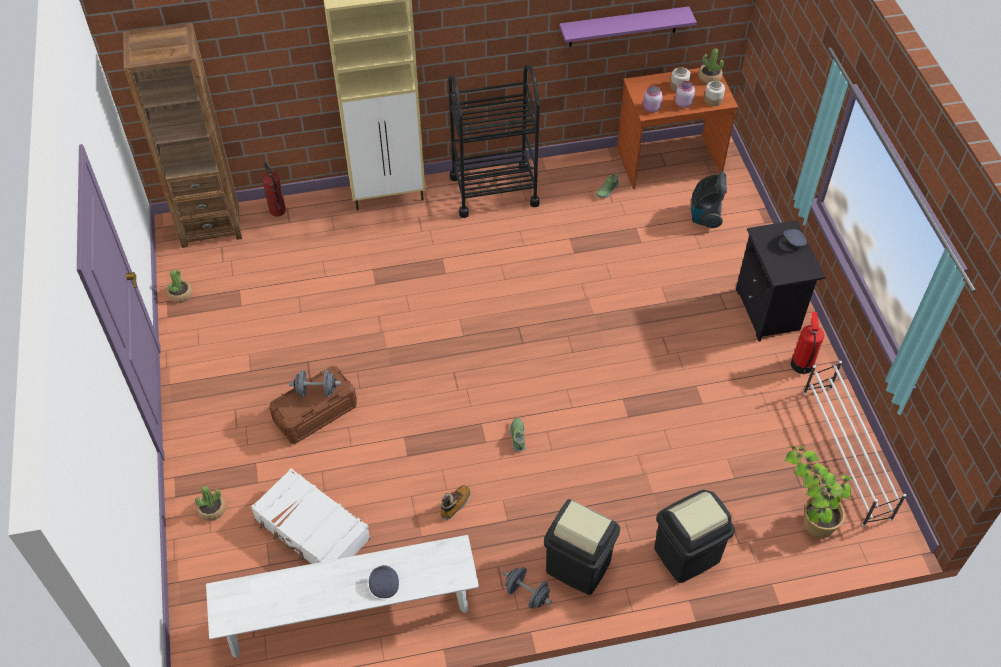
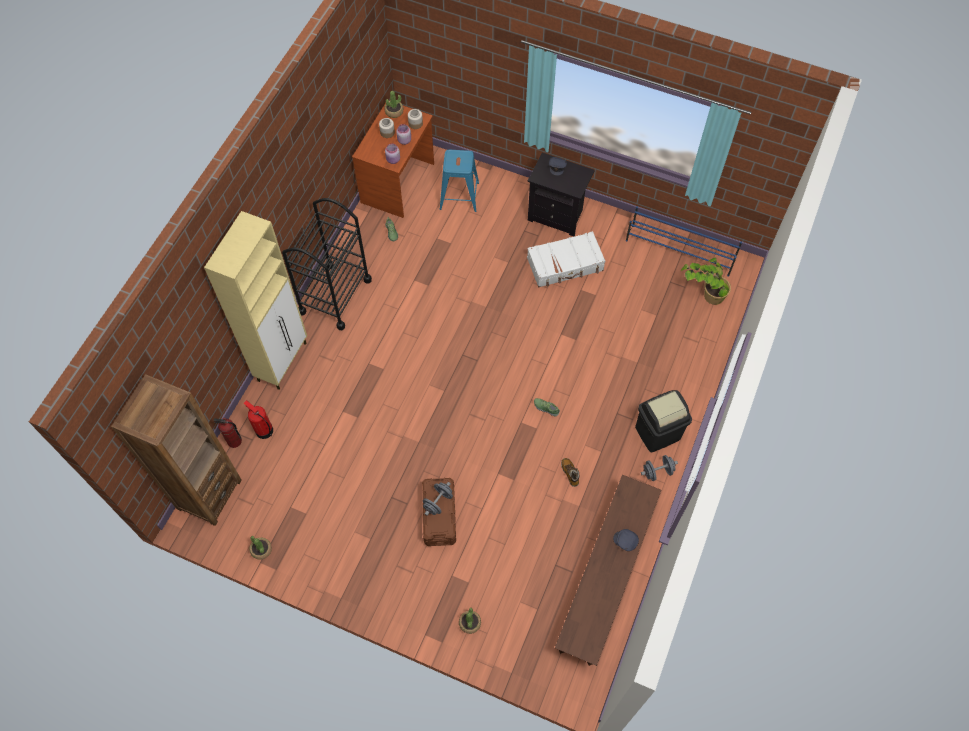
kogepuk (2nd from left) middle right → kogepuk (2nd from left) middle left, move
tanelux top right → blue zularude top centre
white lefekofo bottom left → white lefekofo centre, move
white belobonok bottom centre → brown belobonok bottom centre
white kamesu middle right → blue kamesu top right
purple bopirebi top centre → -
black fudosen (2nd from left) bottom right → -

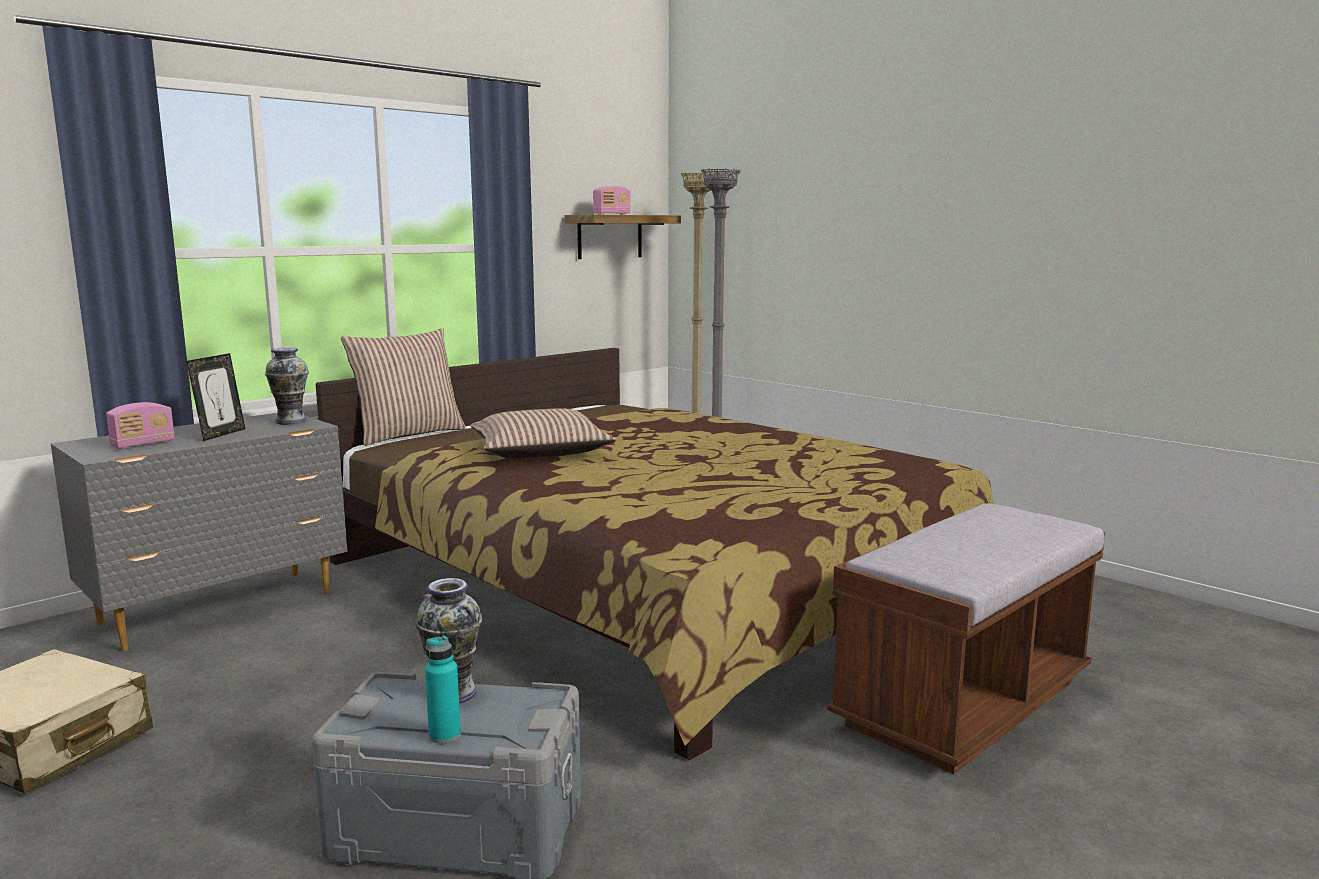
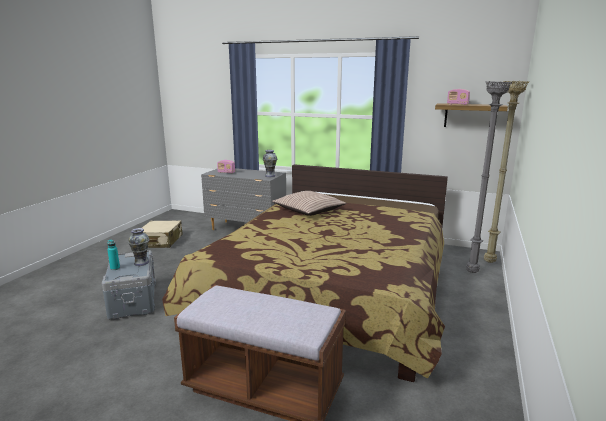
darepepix middle left → -
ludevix (1st from left) middle left → -

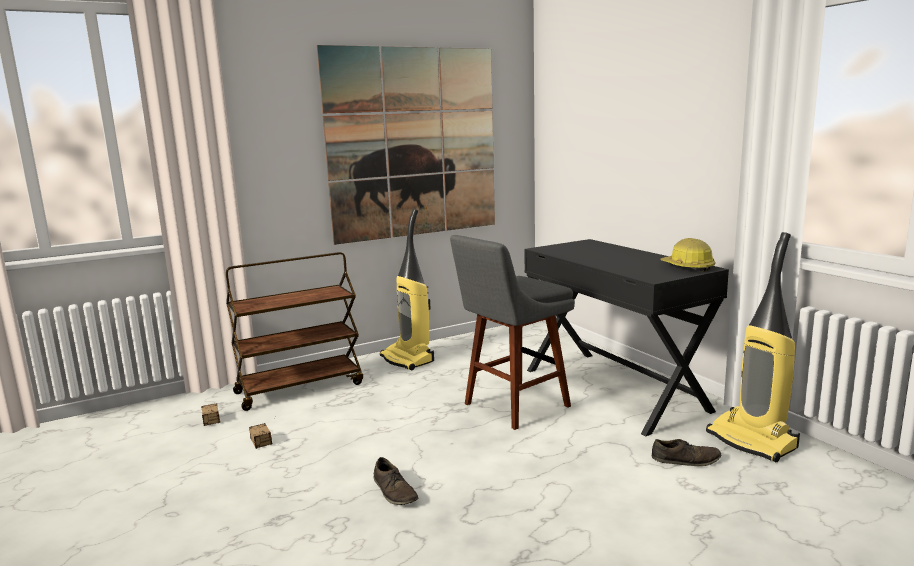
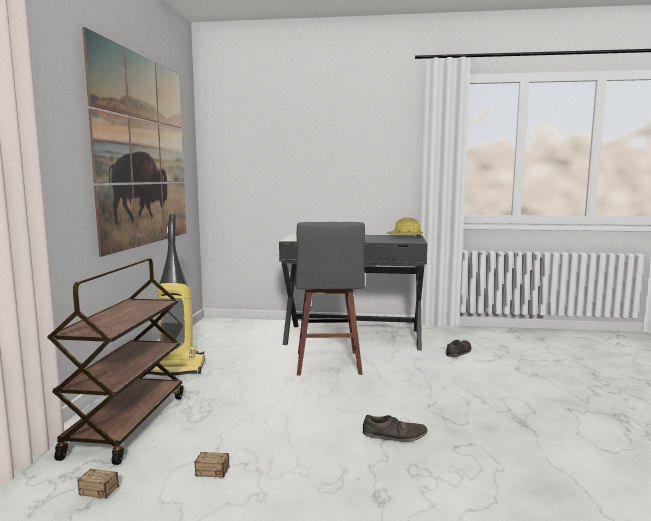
tanelux (2nd from left) middle right → -

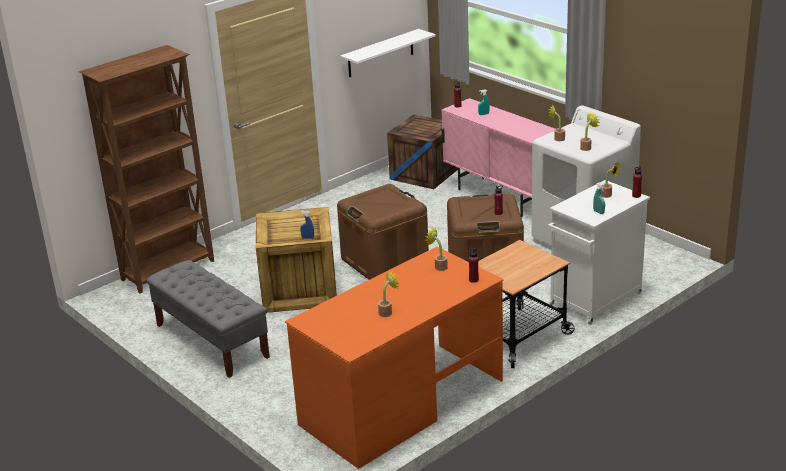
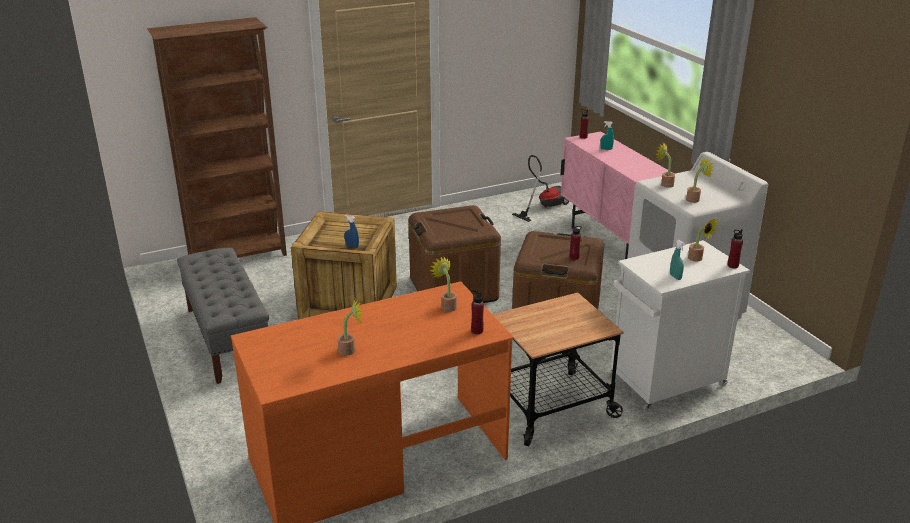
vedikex (2nd from left) top centre → tanelux centre
white bopirebi top centre → -

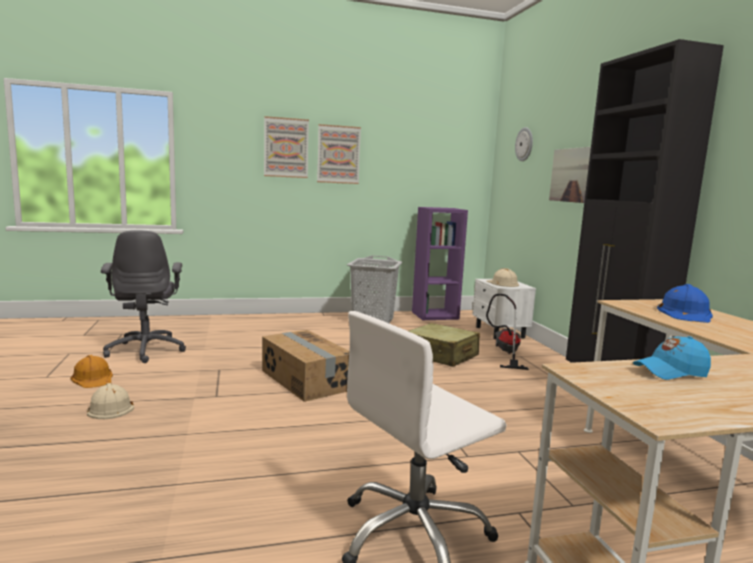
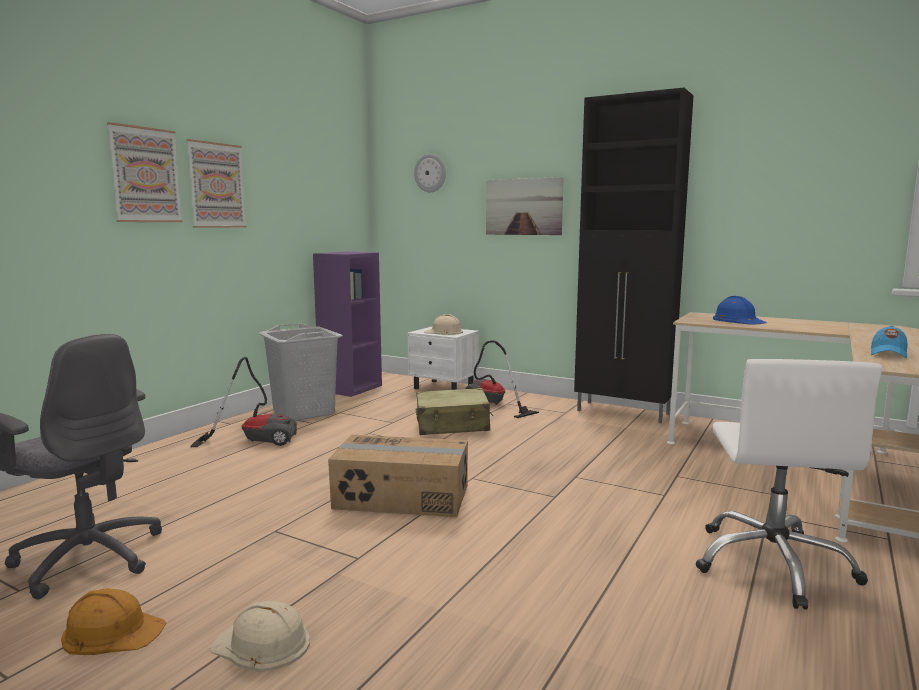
- → tanelux (1st from left) middle left

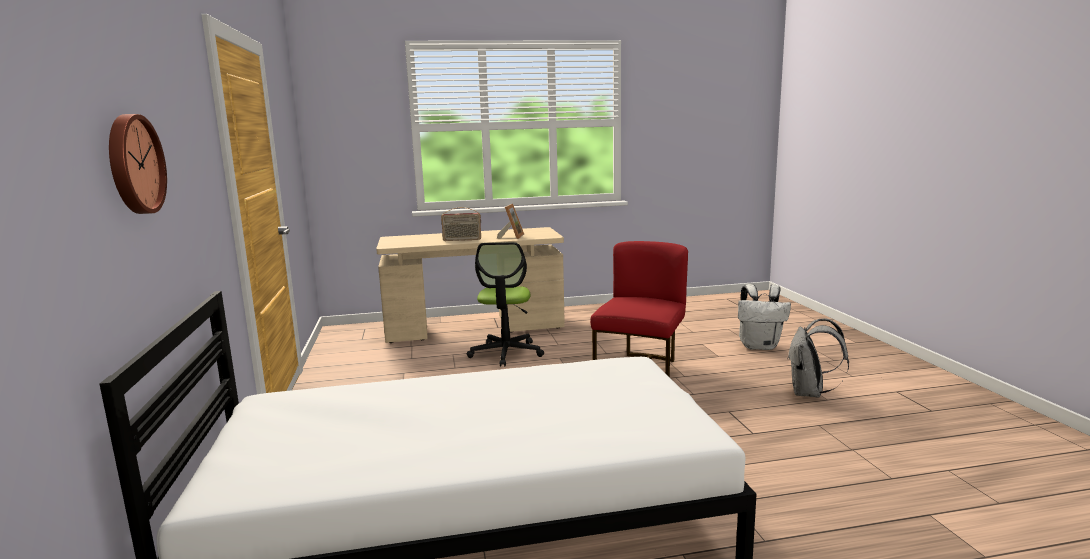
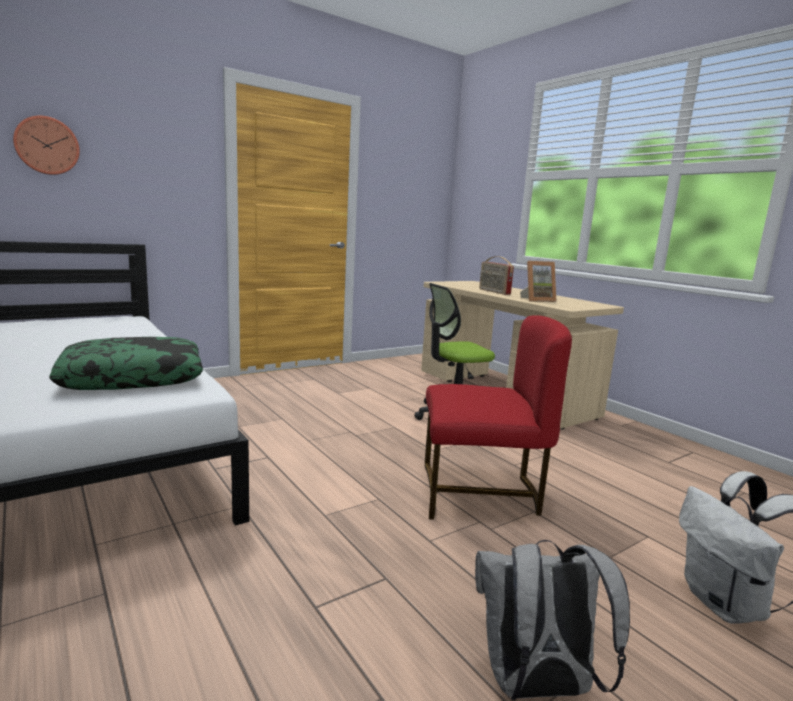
- → ludevix middle left

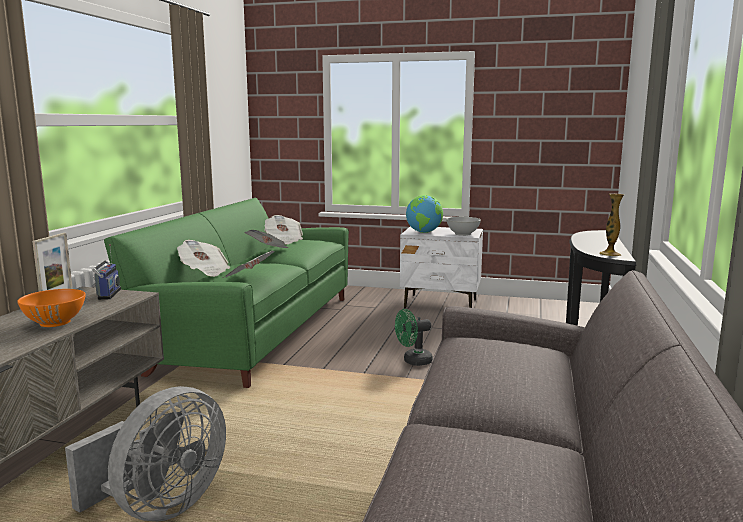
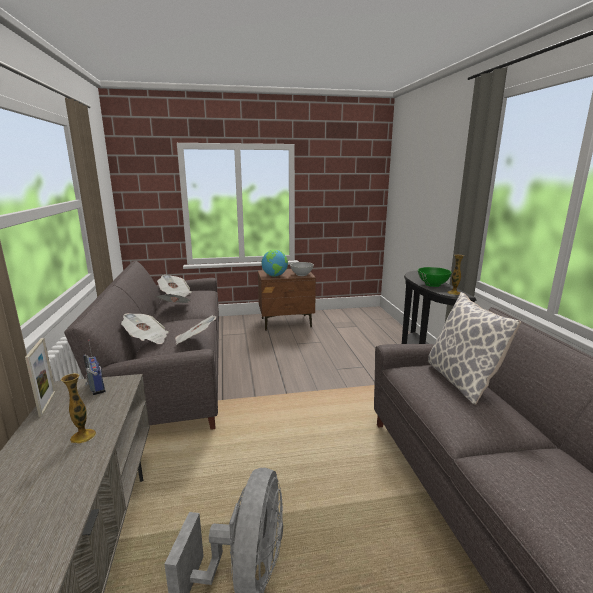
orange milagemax middle left → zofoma (1st from left) bottom left
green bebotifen middle left → grey bebotifen (1st from left) middle left
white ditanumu centre → brown ditanumu centre
- → green milagemax middle right
- → ludevix middle right
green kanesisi centre → -

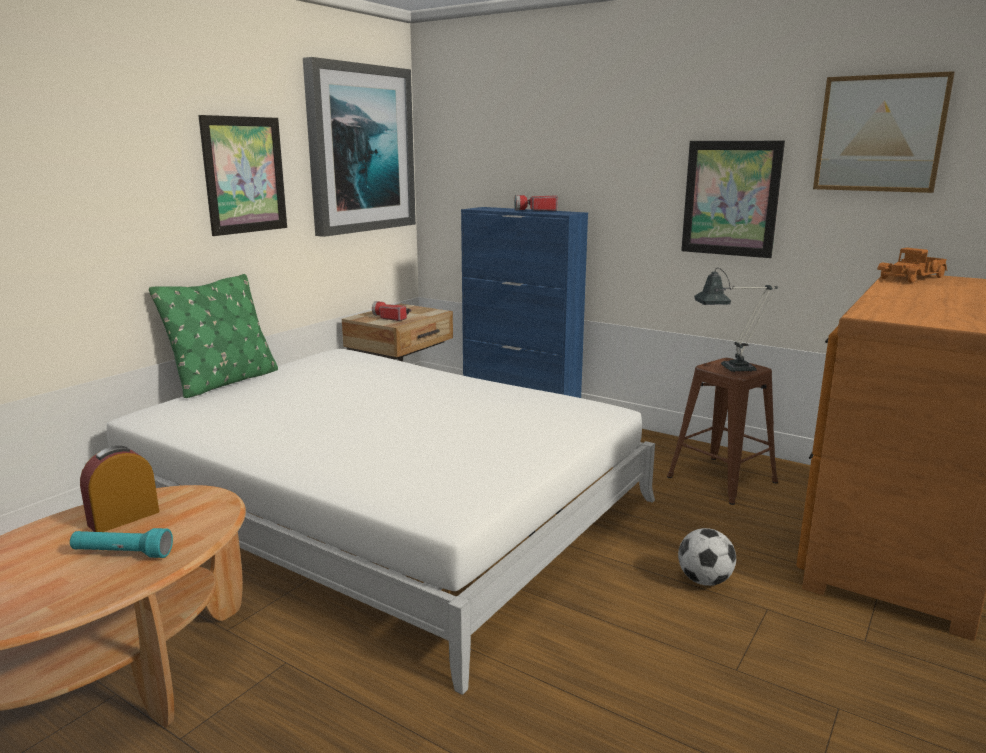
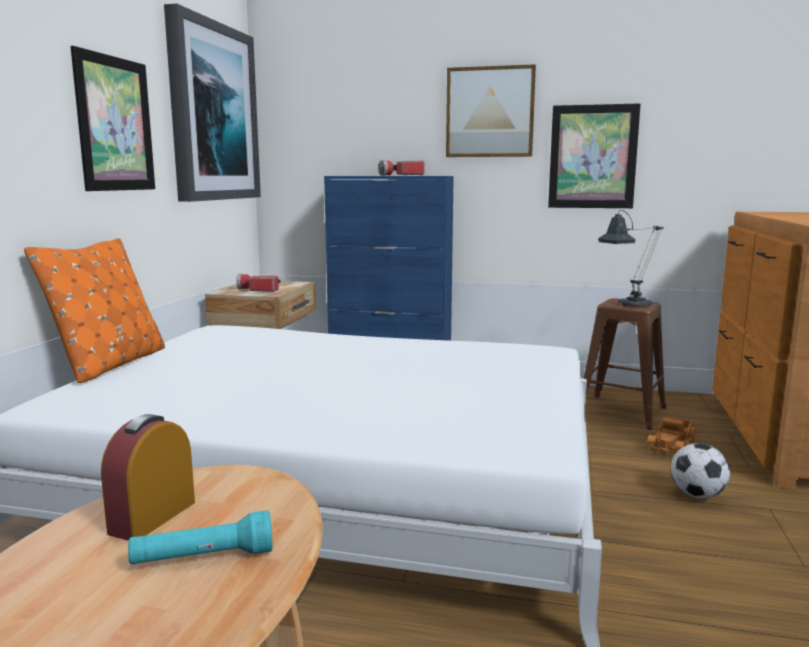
green ludevix middle left → orange ludevix middle left
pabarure (4th from left in the first image) top right → pabarure (3rd from left) top centre, move
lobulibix middle right → lobulibix bottom right, move

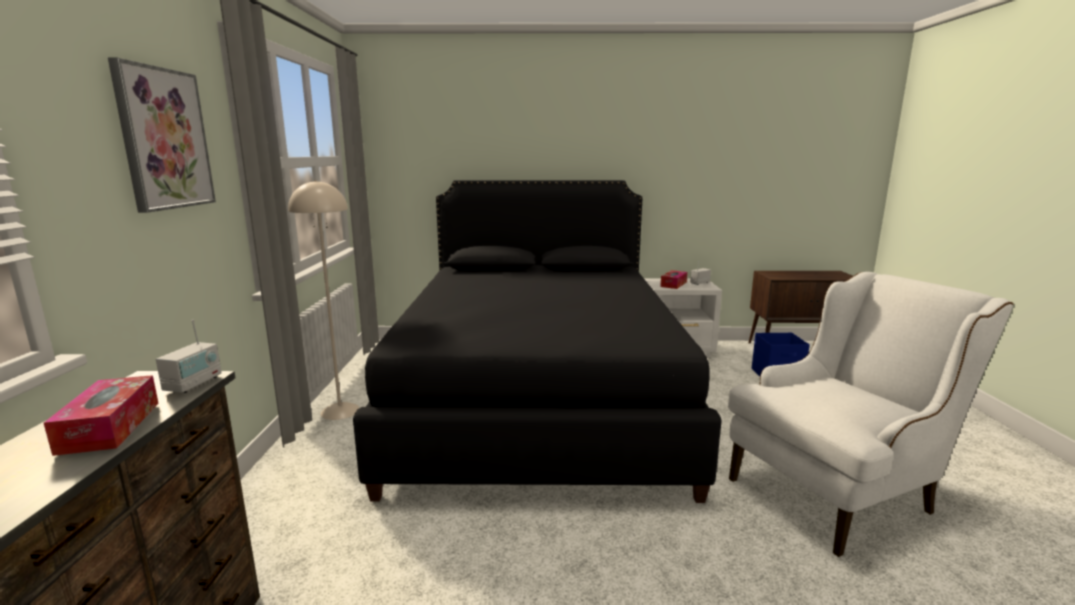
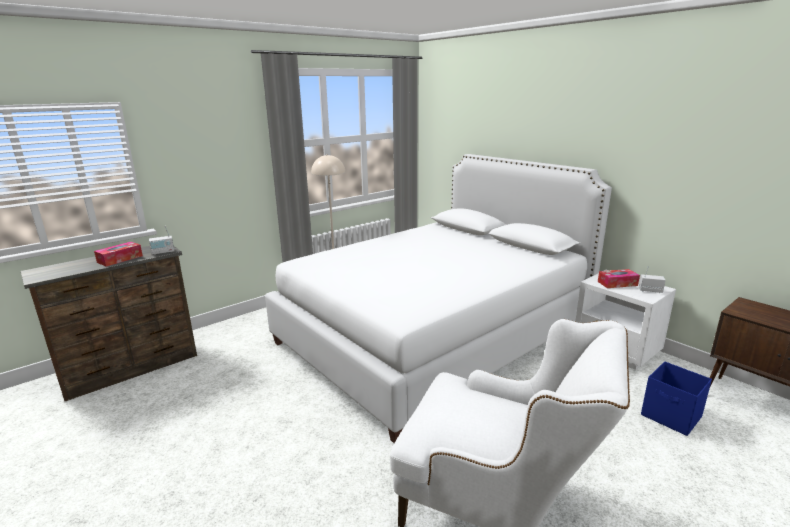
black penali centre → white penali centre
pabarure top left → -

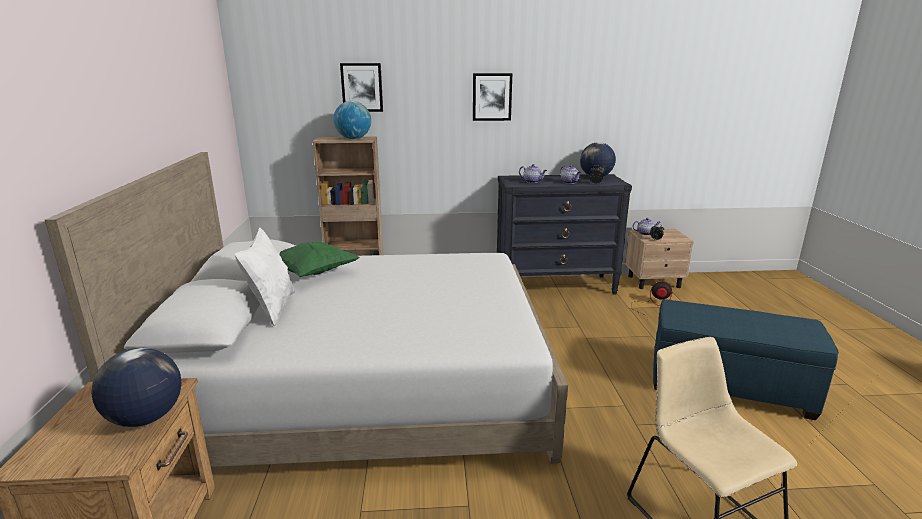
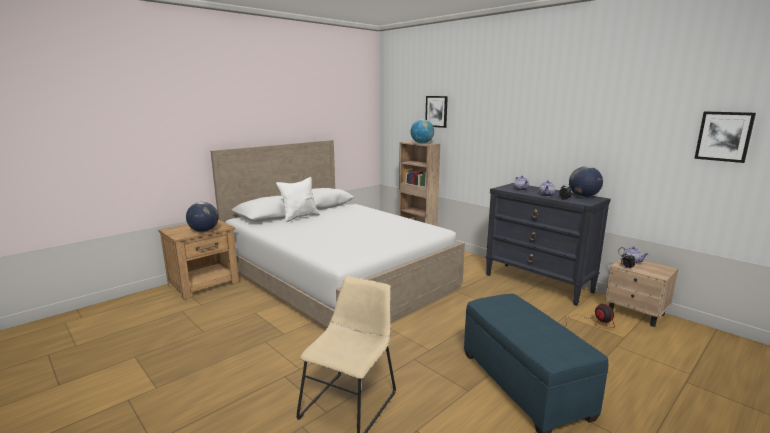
pabarure (2nd from left) top centre → pabarure (2nd from left) top right, move
green ludevix centre → -

